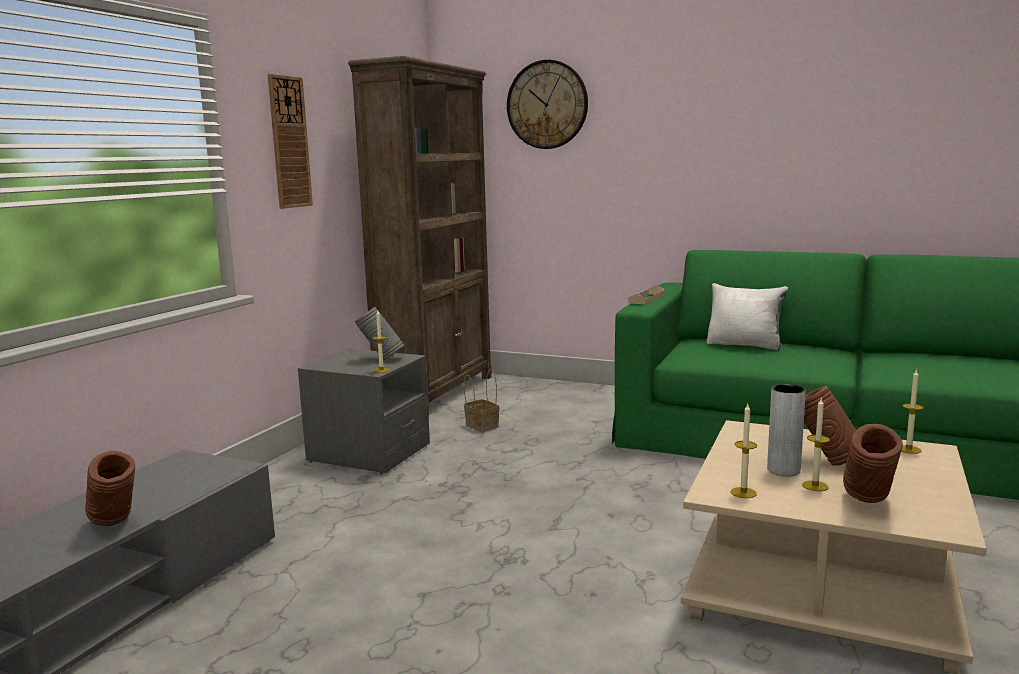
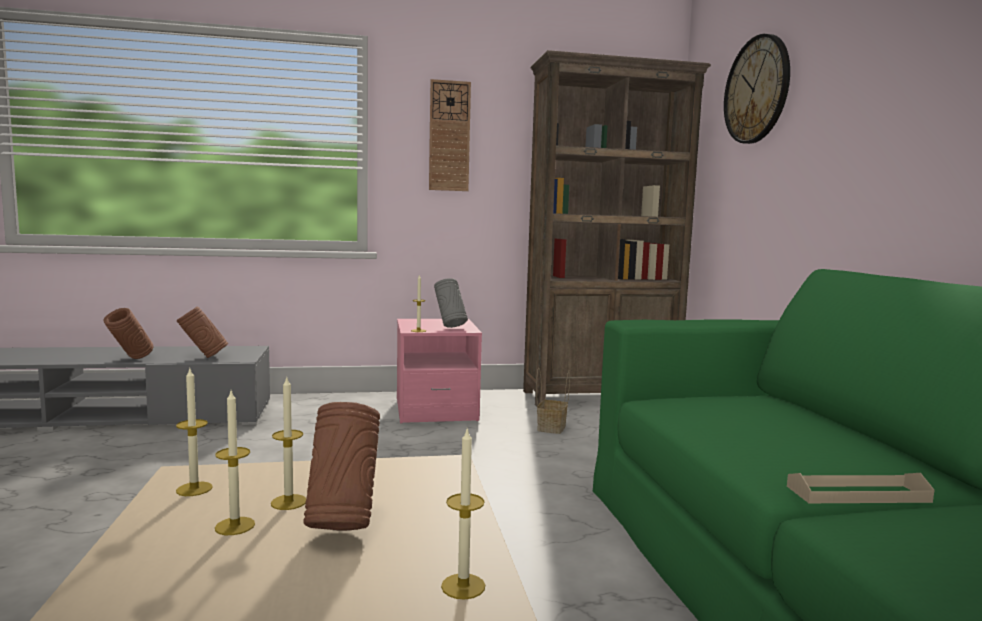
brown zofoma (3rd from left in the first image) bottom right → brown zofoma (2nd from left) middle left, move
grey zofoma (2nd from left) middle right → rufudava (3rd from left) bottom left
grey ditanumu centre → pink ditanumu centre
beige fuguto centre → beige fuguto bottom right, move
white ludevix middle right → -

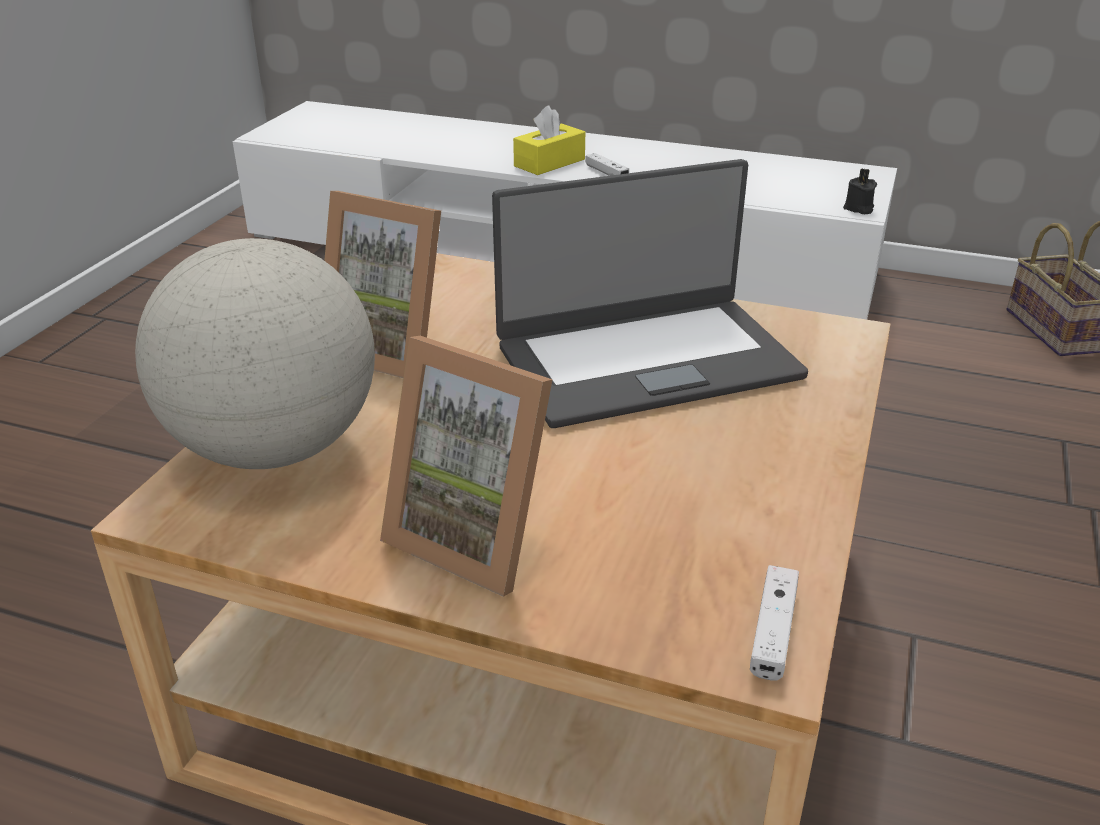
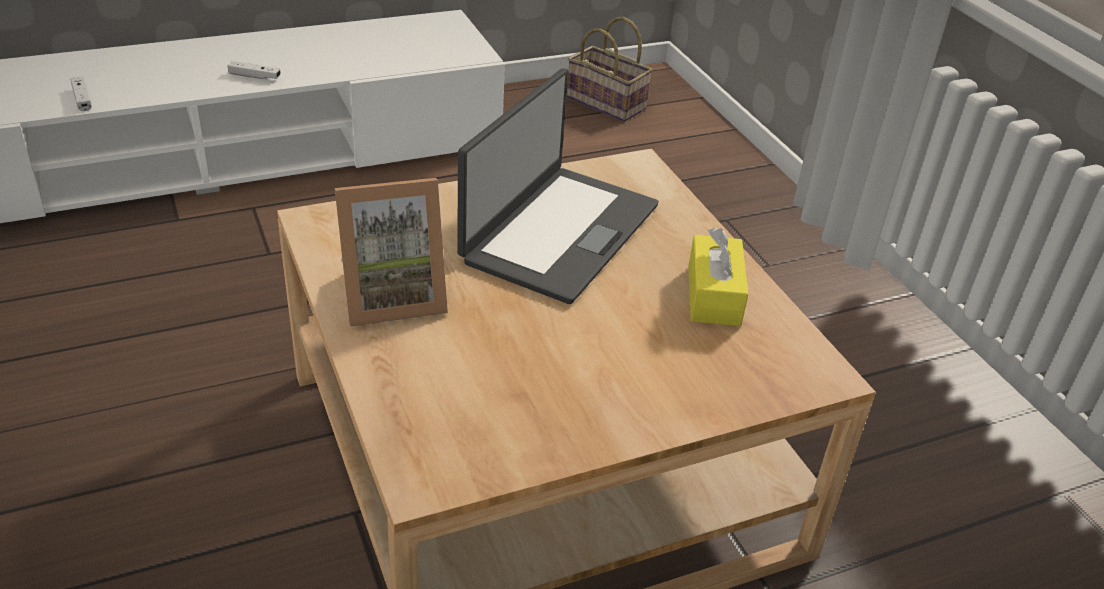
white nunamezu (2nd from left in the first image) bottom right → white nunamezu (1st from left) top left, move
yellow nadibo top centre → yellow nadibo centre, move
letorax middle left → -
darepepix (2nd from left) centre → -
black rufudava top right → -

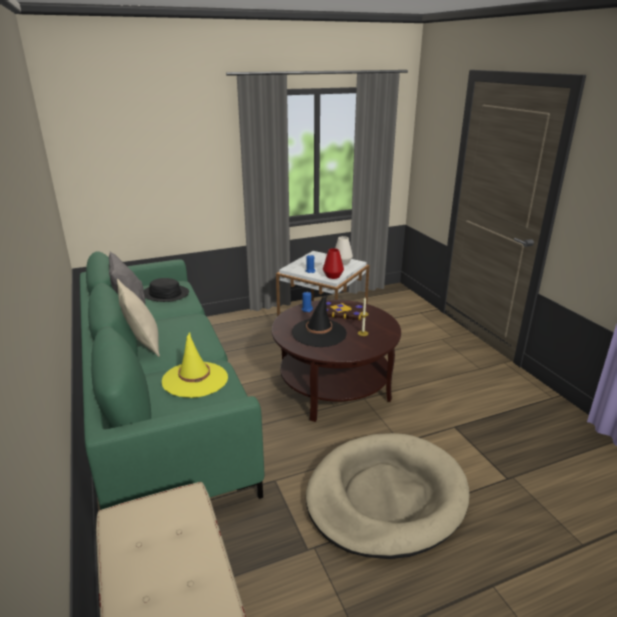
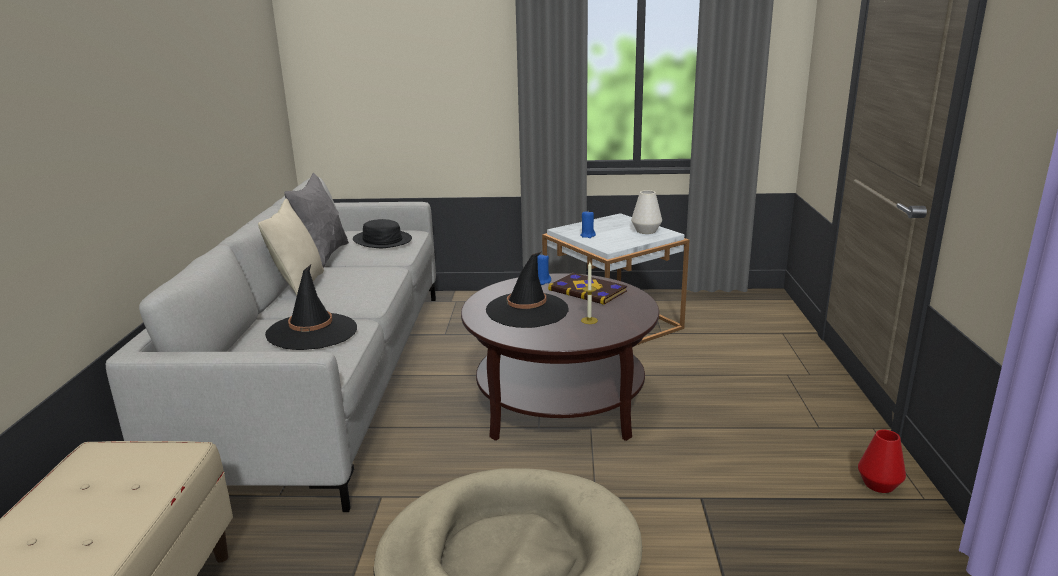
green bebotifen middle left → grey bebotifen middle left
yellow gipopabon middle left → black gipopabon (1st from left) middle left
red zofoma centre → red zofoma bottom right, move

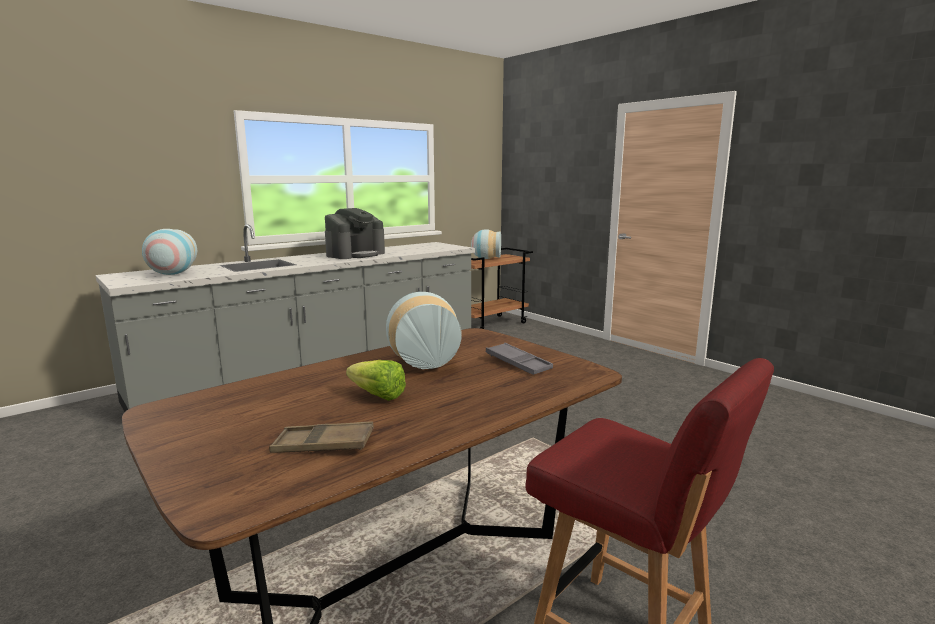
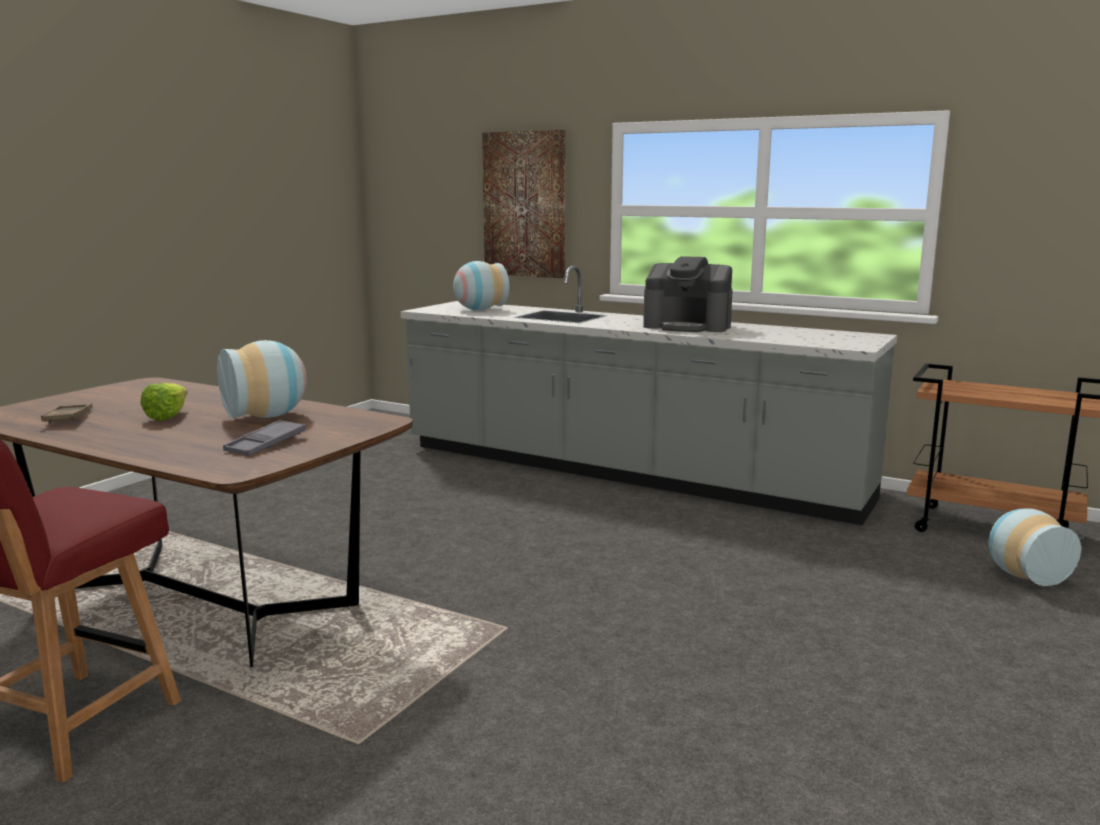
- → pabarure top centre
zofoma (3rd from left) centre → zofoma (3rd from left) middle right, move

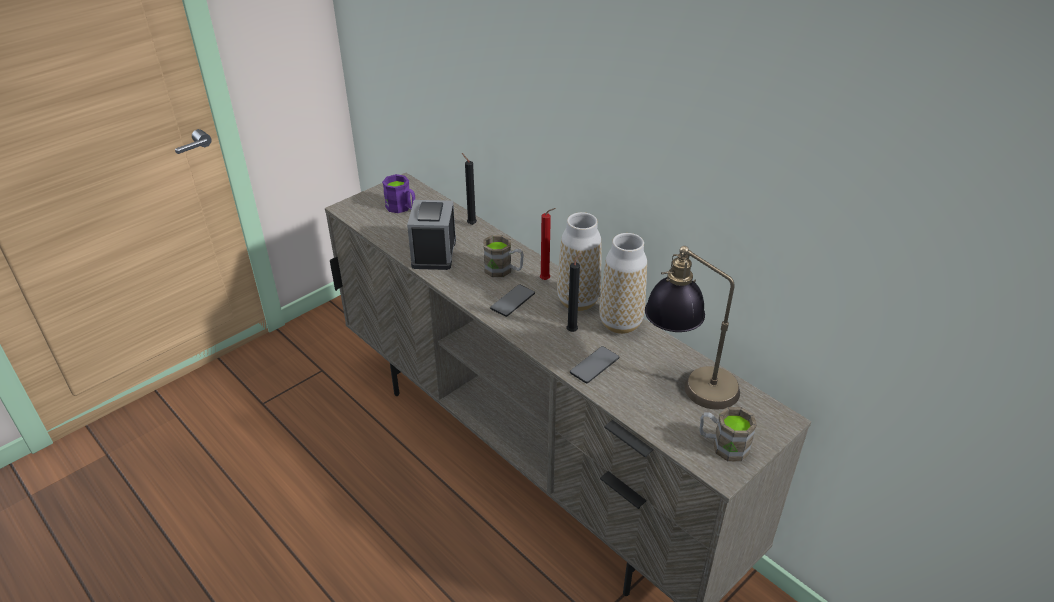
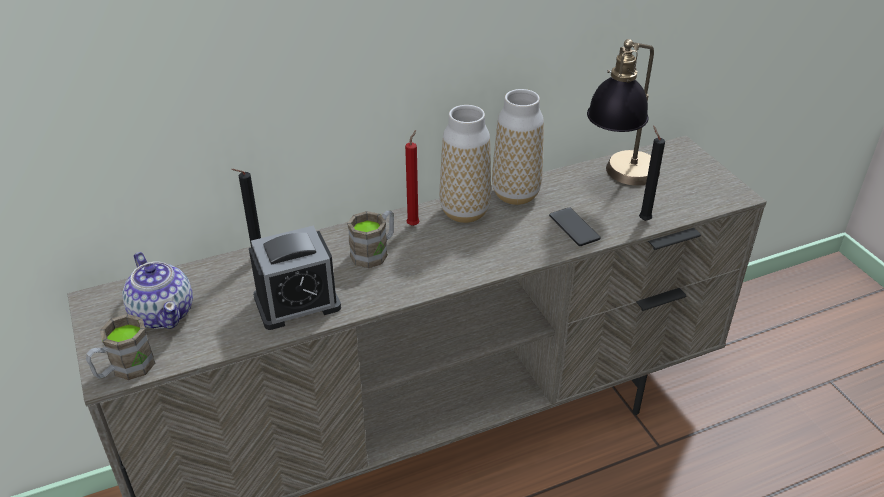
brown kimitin (2nd from left in the first image) bottom right → brown kimitin (1st from left) bottom left, move
purple kimitin top centre → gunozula middle left
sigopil centre, 45 degrees counterclockwise
black rufudava (2nd from left) centre → black rufudava (2nd from left) middle right, move
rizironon (1st from left) centre → -

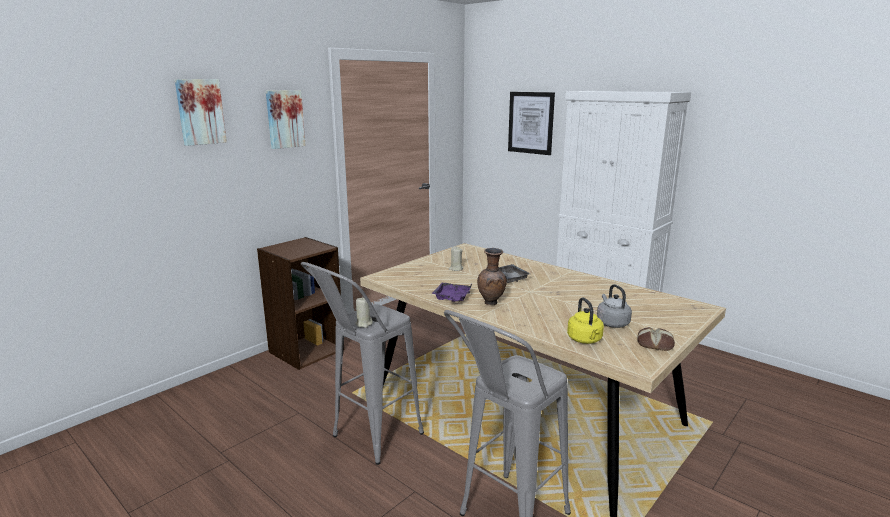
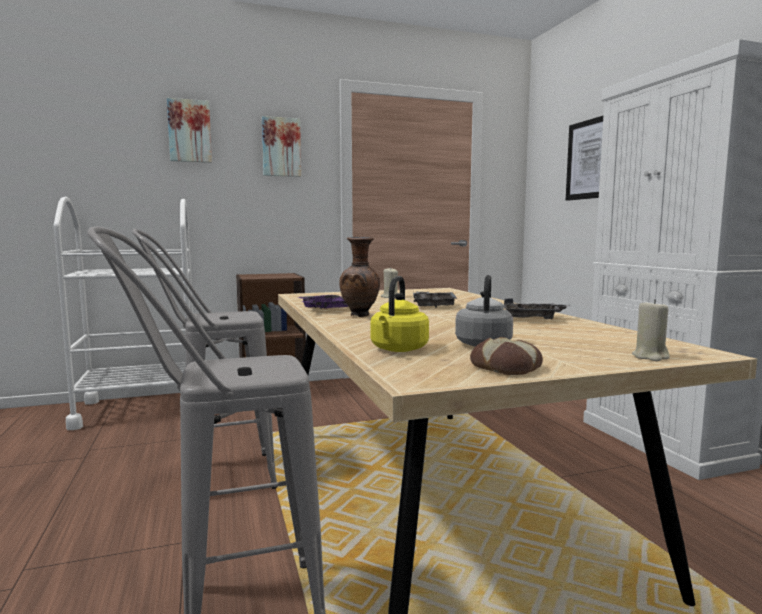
- → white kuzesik middle left
- → grey fuguto (2nd from left) middle right
beige rufudava (1st from left in the first image) centre → beige rufudava (2nd from left) middle right, move

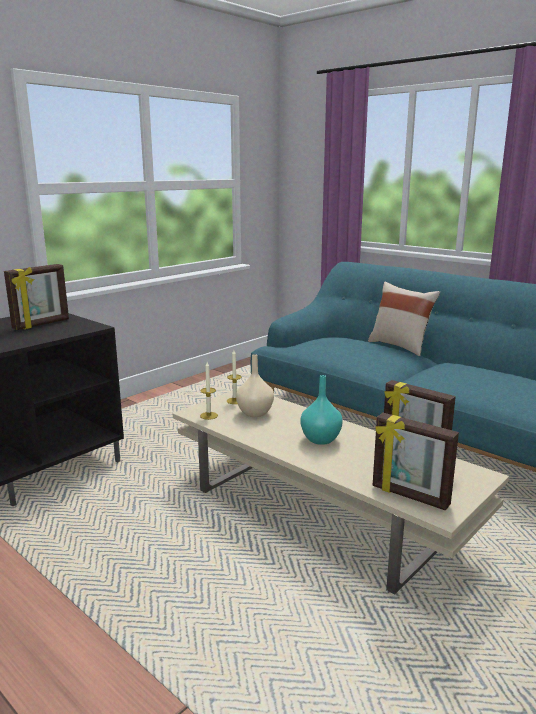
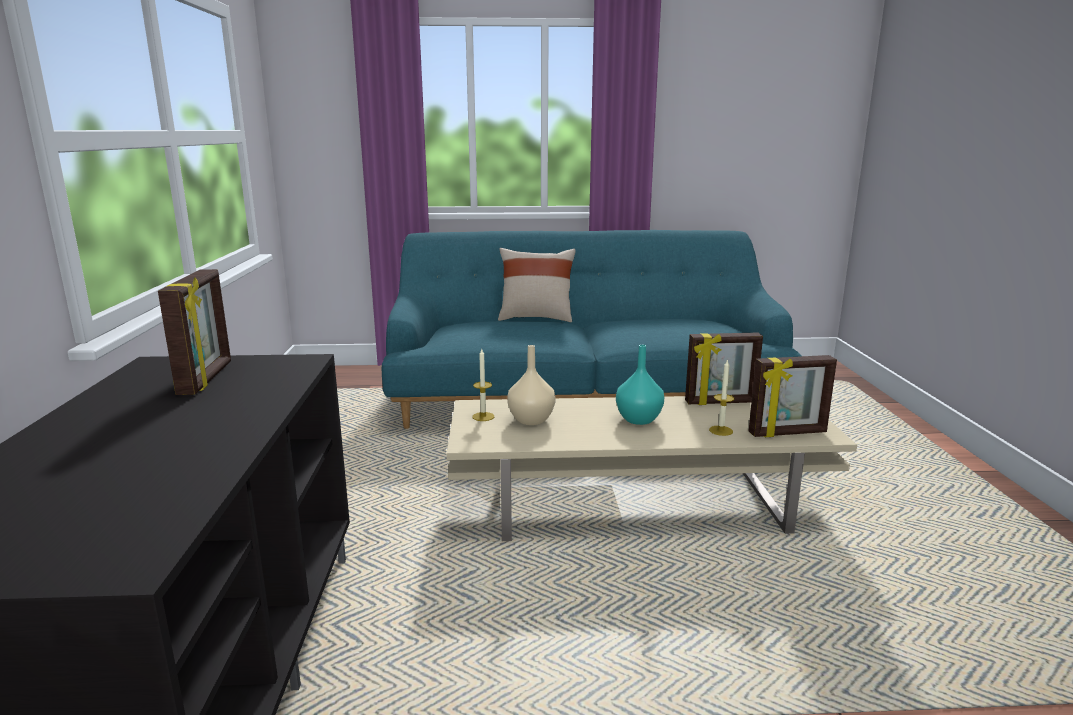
rufudava (1st from left in the first image) centre → rufudava (2nd from left) middle right, move

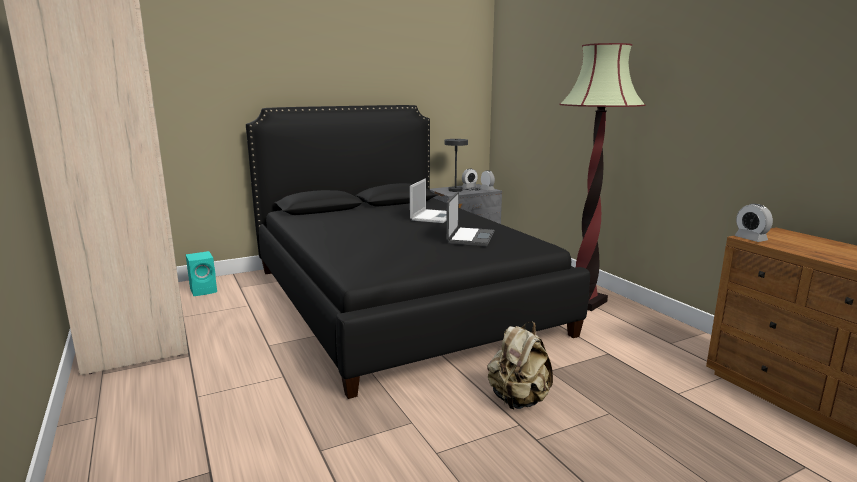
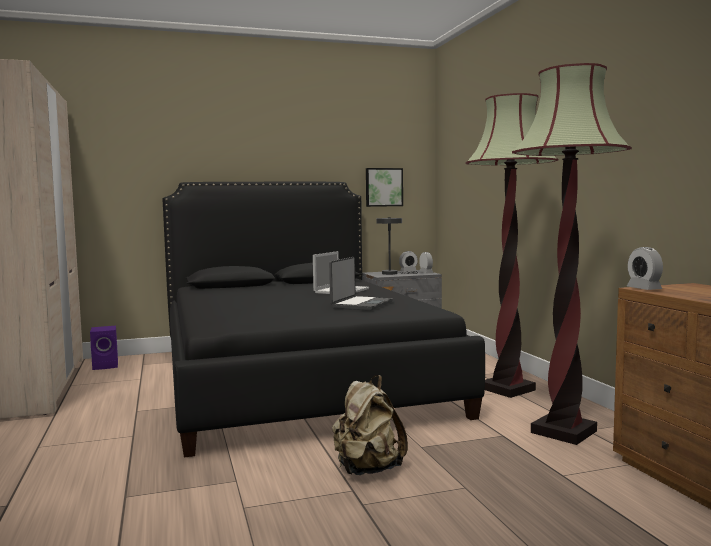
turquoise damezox middle left → purple damezox middle left
- → pabarure centre
- → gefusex (2nd from left) middle right

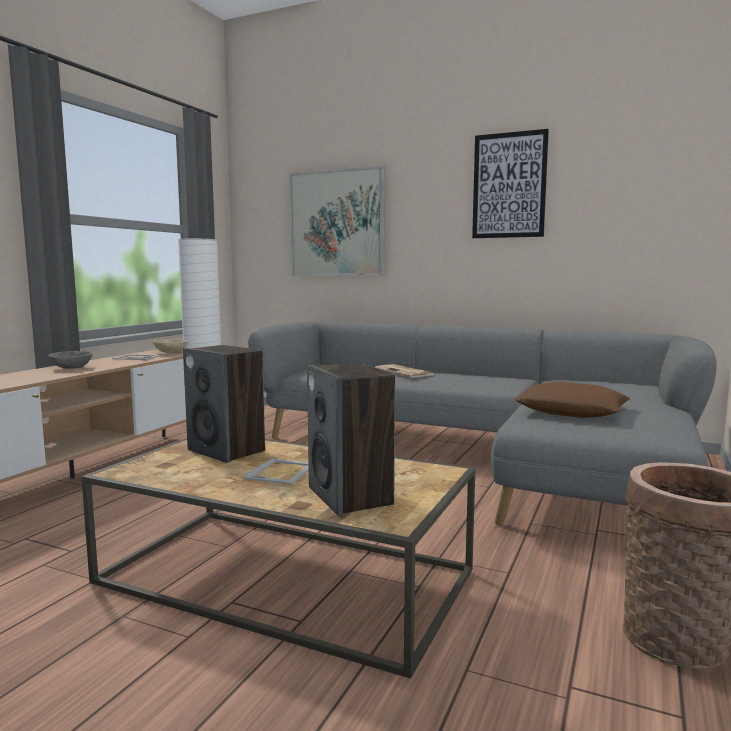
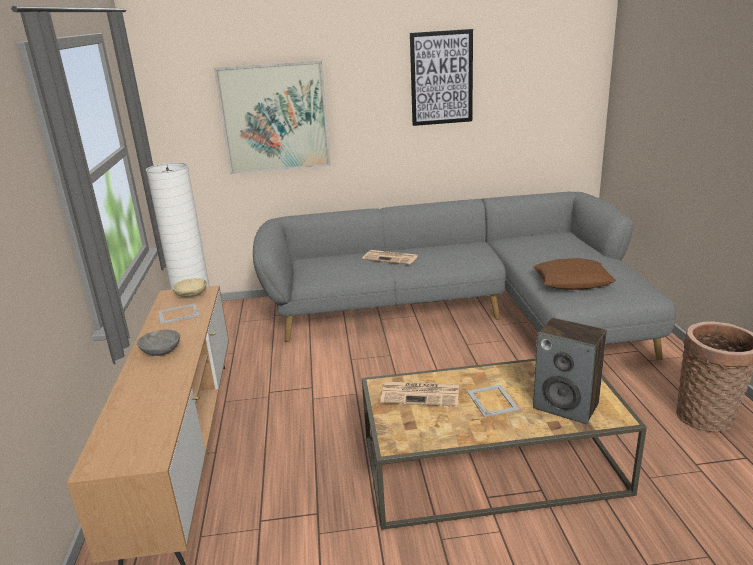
damezox (1st from left) middle left → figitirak (2nd from left) bottom centre

